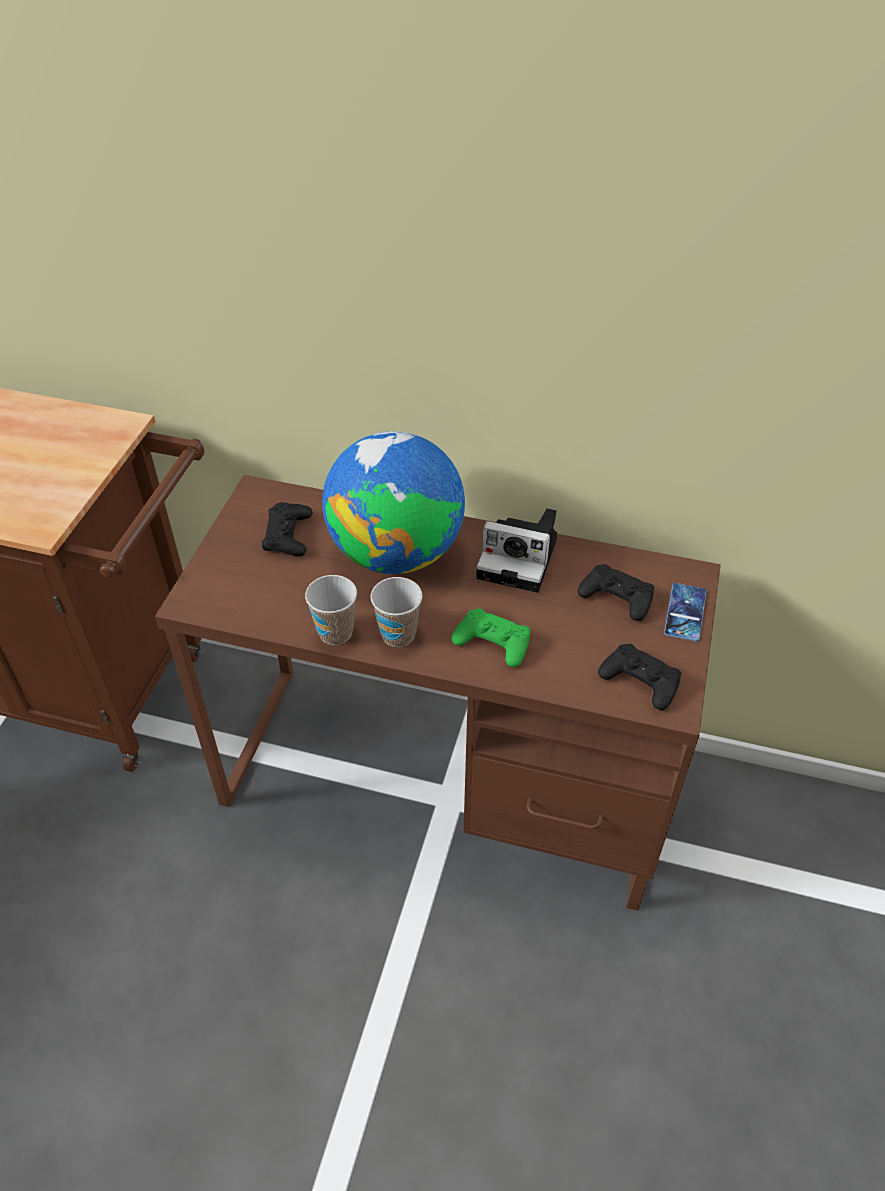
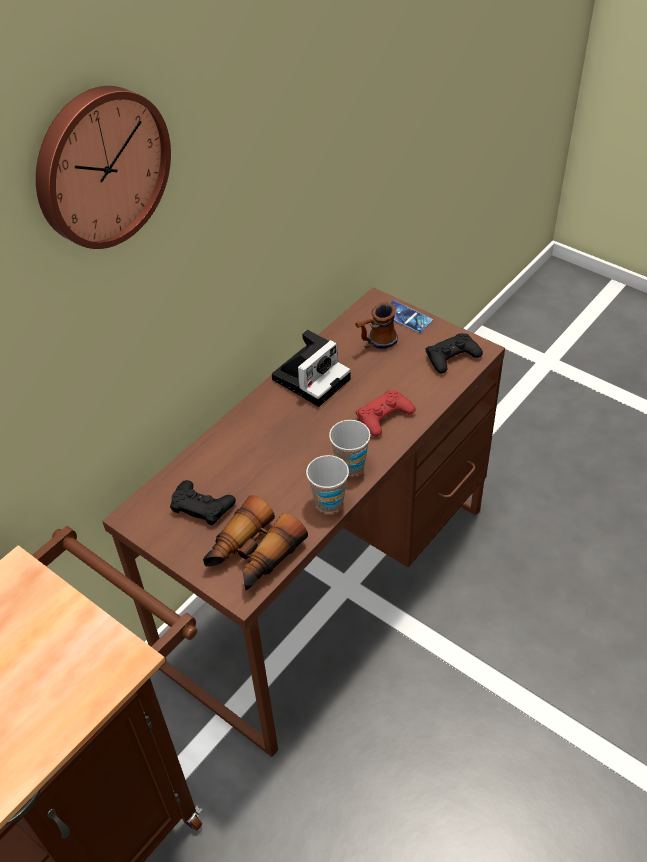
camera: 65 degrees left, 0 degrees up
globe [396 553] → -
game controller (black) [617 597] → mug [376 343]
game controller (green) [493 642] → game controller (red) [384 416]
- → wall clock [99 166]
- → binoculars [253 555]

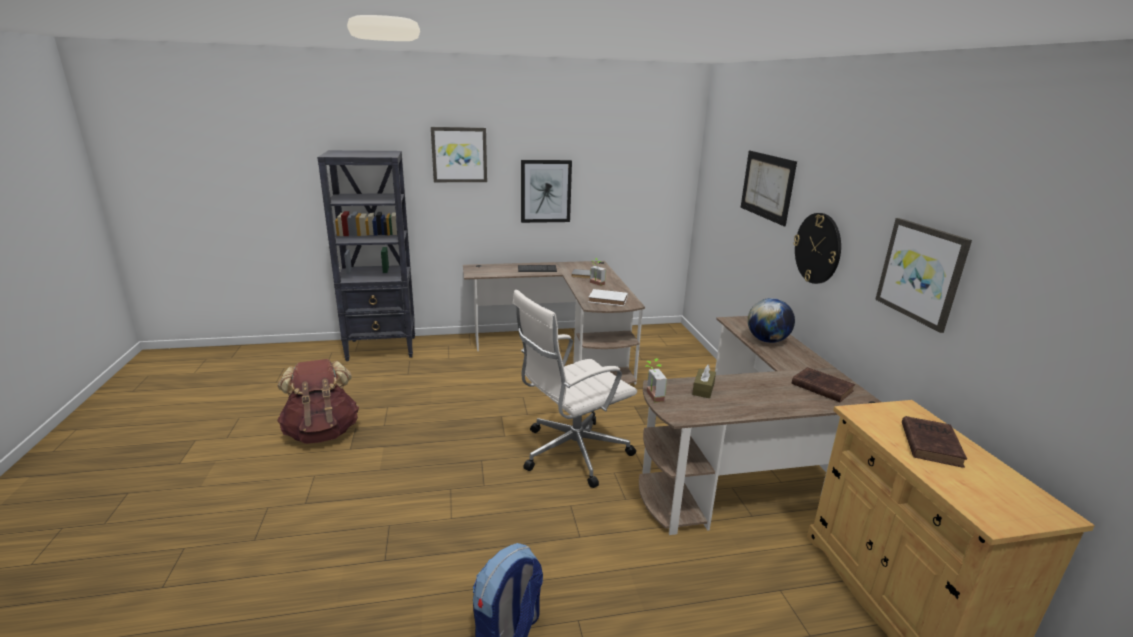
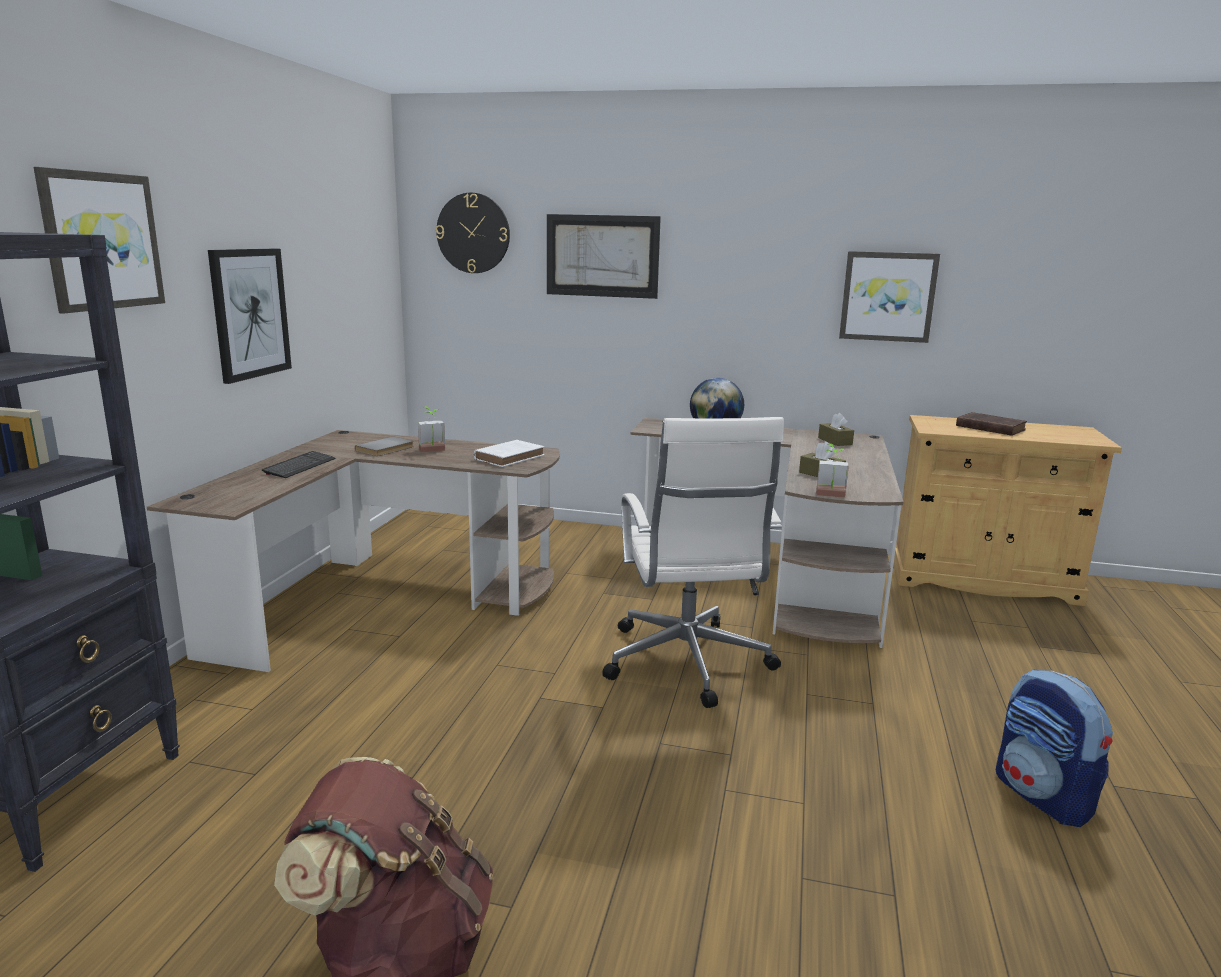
camera: 65 degrees left, 5 degrees down
wall clock [818 248] → wall clock [473 233], relocated
book (brown) [820 387] → tissue box (brown) [835 441]

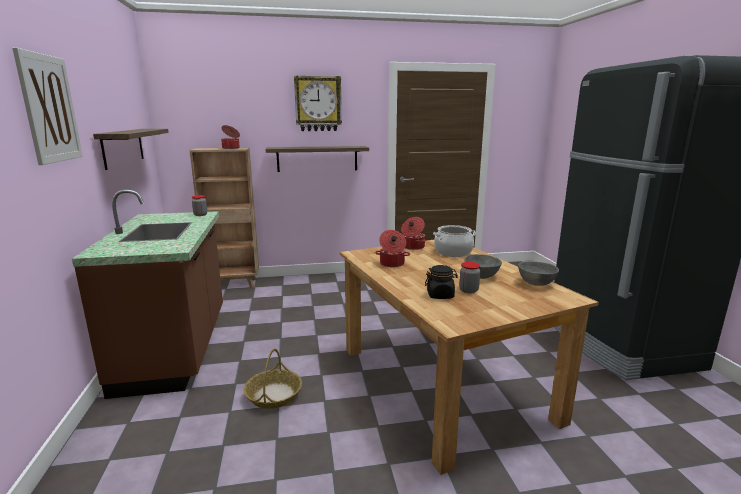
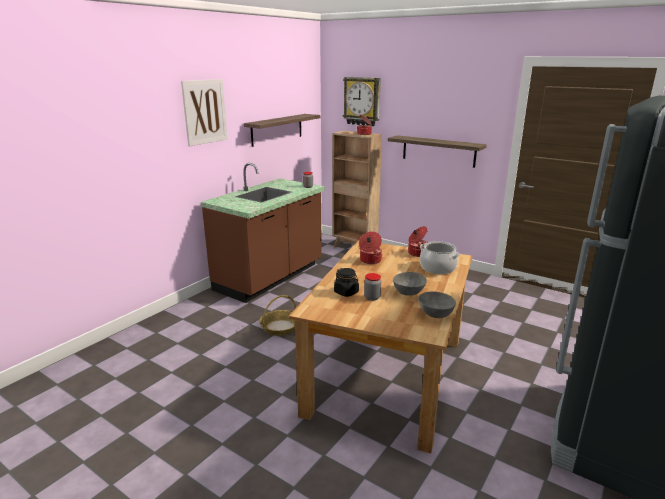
camera: 45 degrees right, 5 degrees up
wall clock [318 104] → wall clock [362 101], relocated

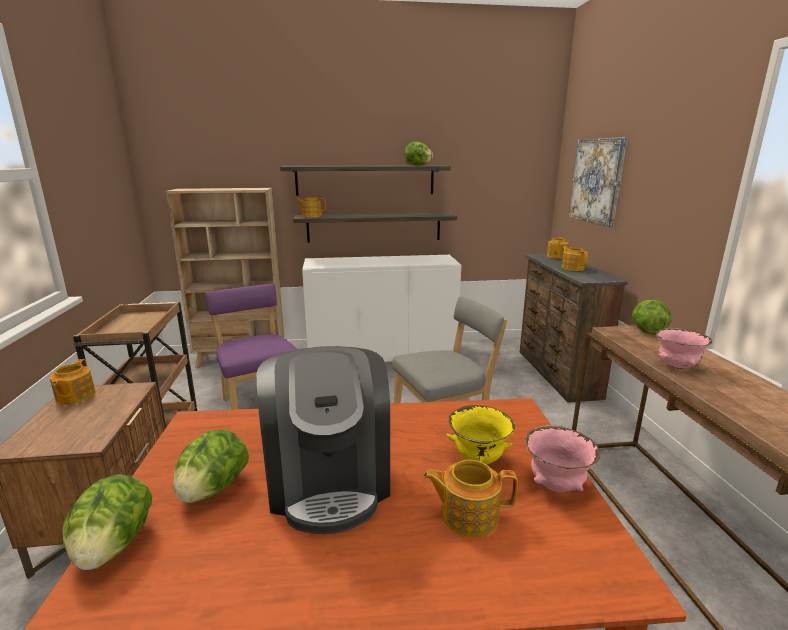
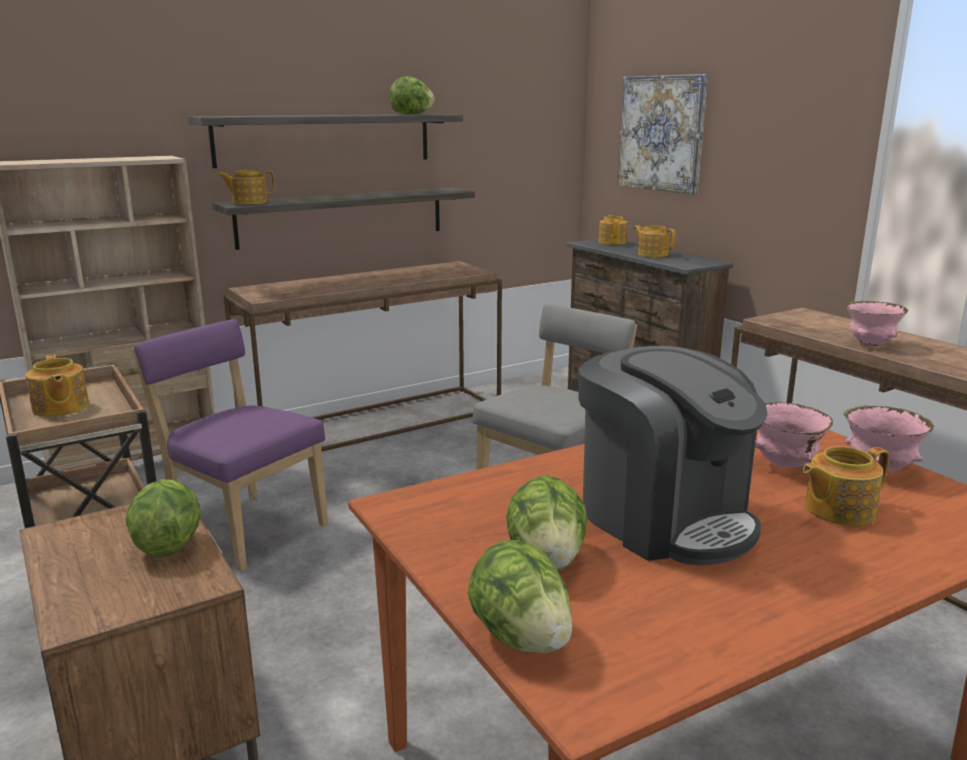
camera: 25 degrees left, 0 degrees up
cabinet (white) [381 354] → console table (brown) [375 423]
lettuce [646 331] → lettuce [167 545], relocated
teapot [74 396] → teapot [60 408], relocated
bowl (yellow) [478 459] → bowl (pink) [784 465]

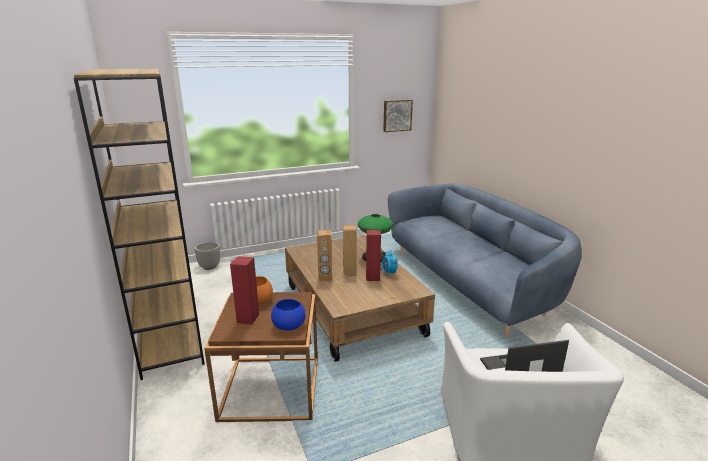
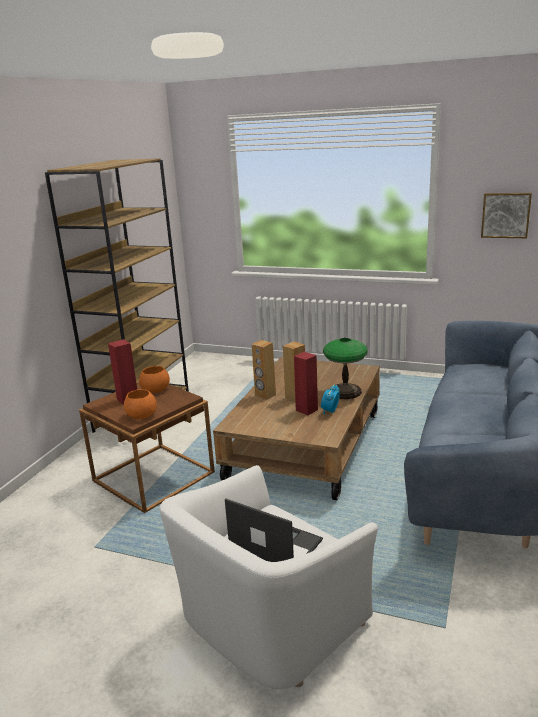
camera: 45 degrees right, 0 degrees up
planter [209 267] → -
bowl (blue) [289 325] → bowl (orange) [142 415]

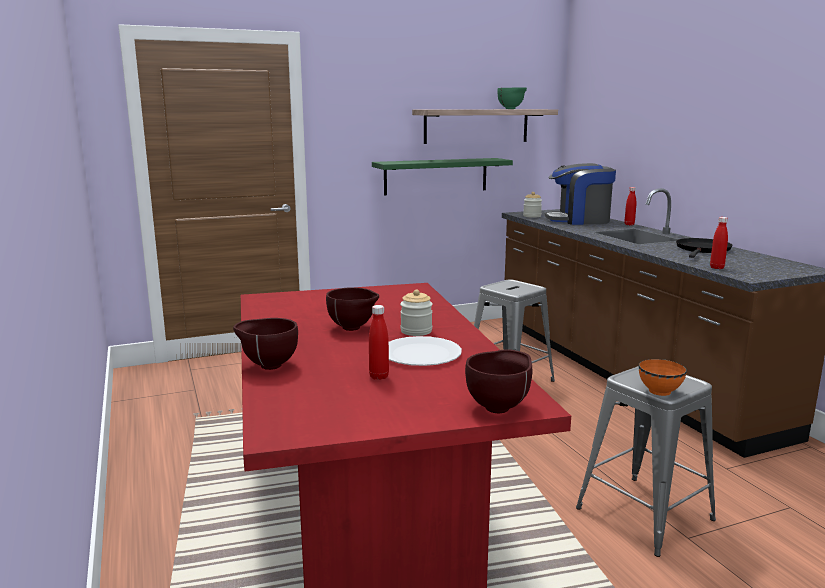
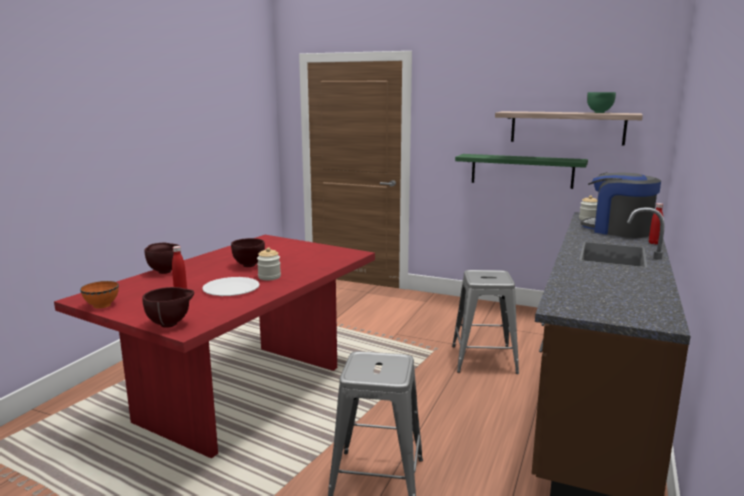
camera: 45 degrees right, 0 degrees up
bottle (red) [716 268] → -
frying pan (black) [702 250] → -
bowl (orange) [659 391] → bowl (orange) [101 305], relocated

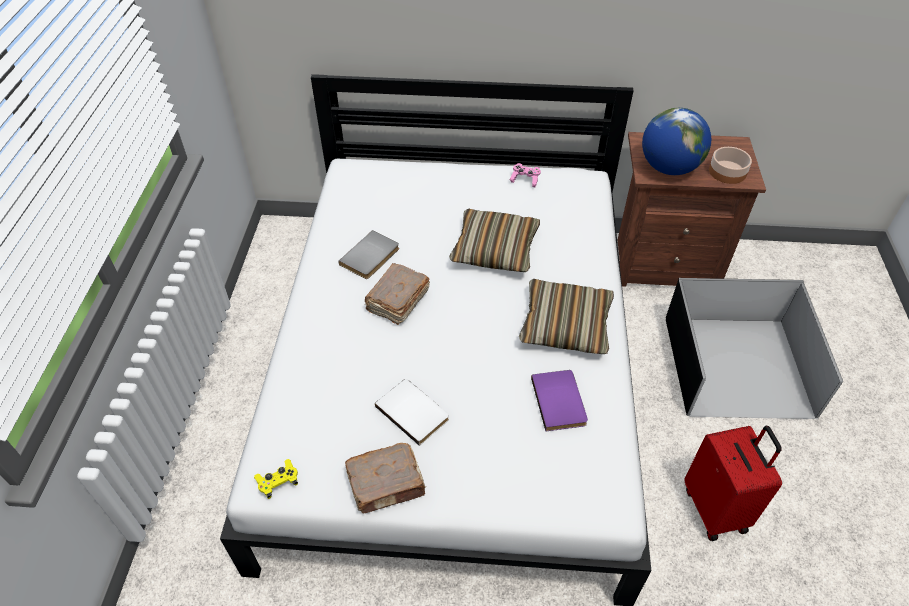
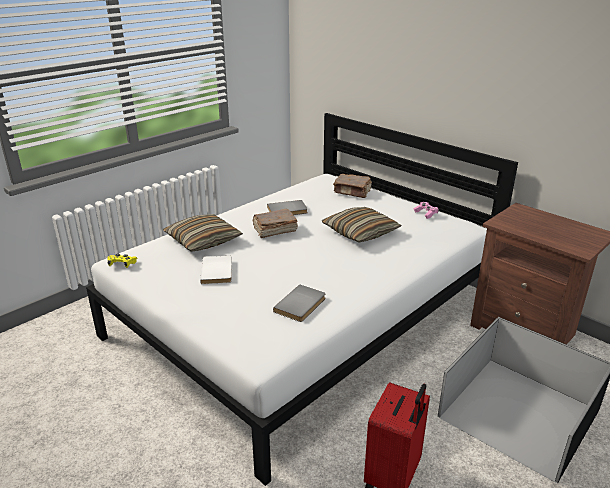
camera: 40 degrees right, 20 degrees down
globe [669 168] → -
bowl [727 172] → -
pillow [565 325] → pillow [203 240], relocated
book (purple) [560 401] → book (grey) [301 305]
book (brown) [387 484] → book (brown) [352 192], relocated

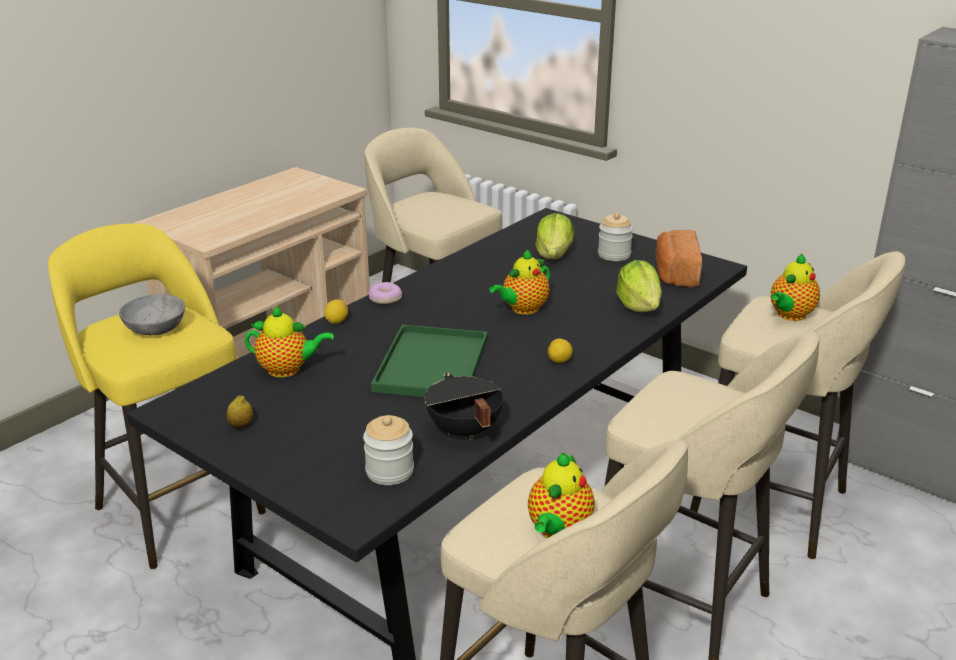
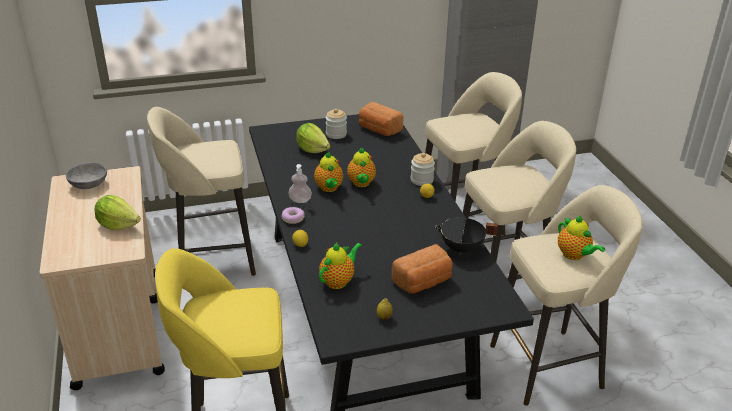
camera: 55 degrees left, 5 degrees up
teapot [790 315] → teapot [329 188], relocated
lettuce [639 306] → lettuce [118 225], relocated
bowl (grey) [155 328] → bowl (grey) [88 184], relocated
tray (green) [433 366] → -
jar [389 471] → jar [421 180], relocated
- → soap dispenser [300 200]
- → bread [423 282]

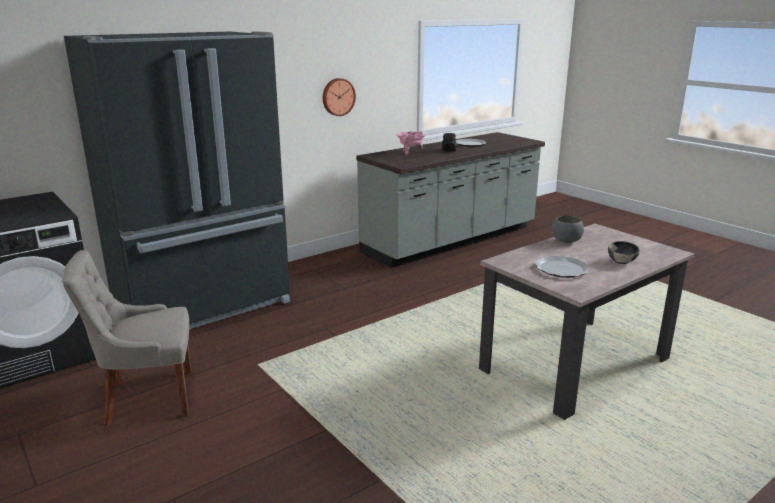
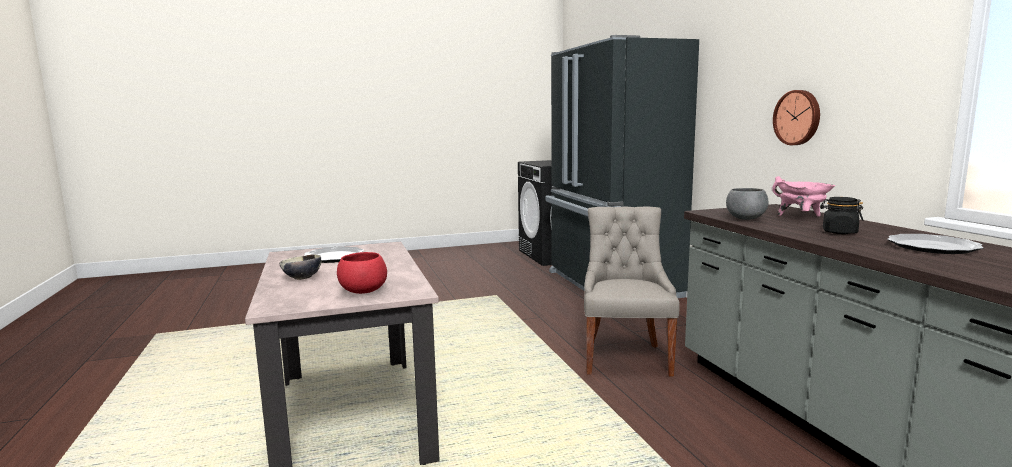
camera: 110 degrees right, 10 degrees down
bowl (grey) [566 241] → bowl (grey) [746 219], relocated
chair (grey) [147 398] → chair (grey) [625 358], relocated
- → bowl (red) [363 292]

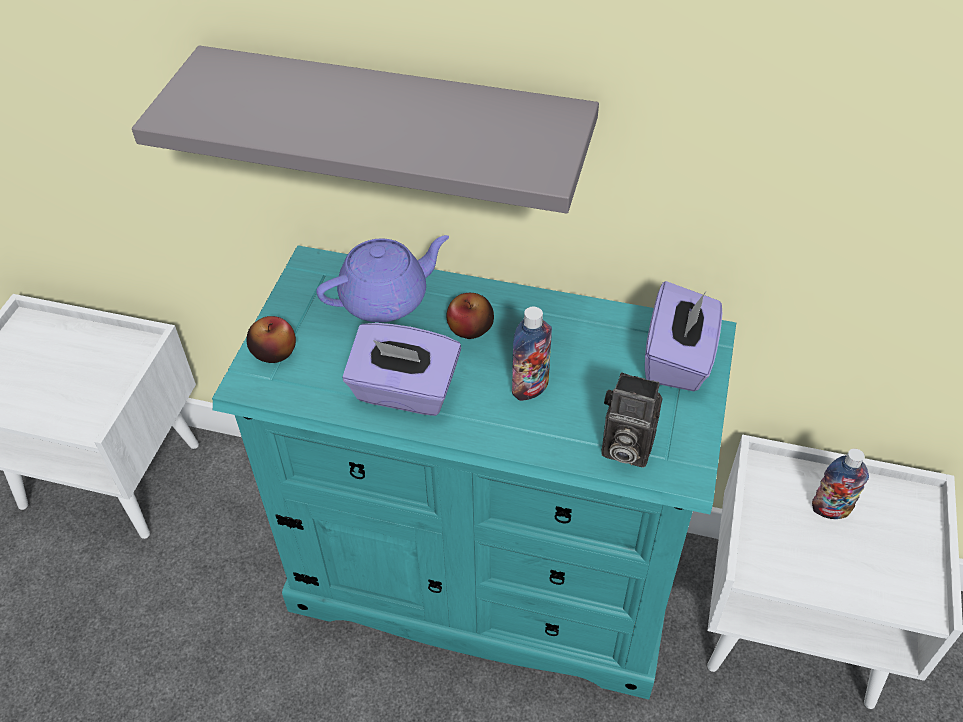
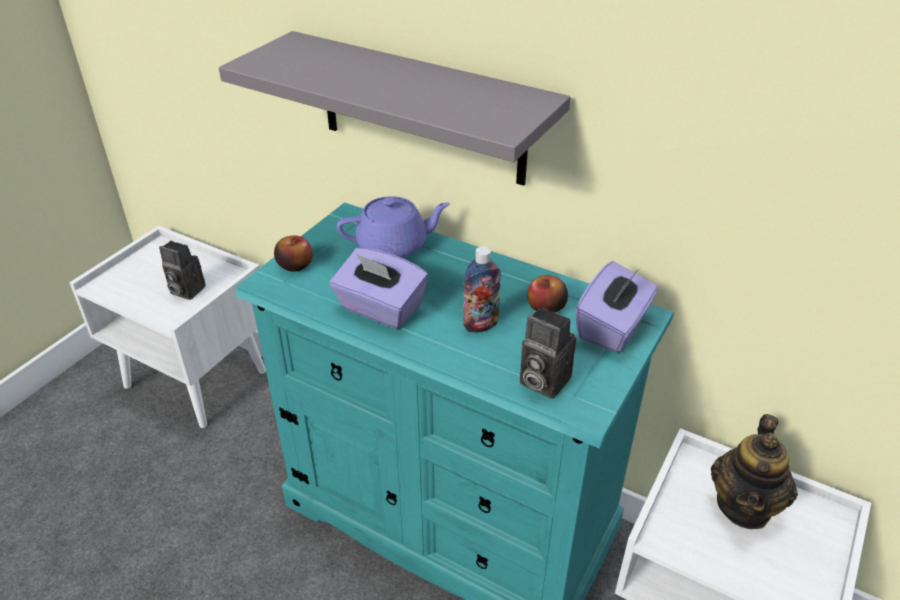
camera: 15 degrees right, 10 degrees down
apple [470 328] → apple [546 307], relocated
bottle [830 510] → teapot [744 506]
- → photo camera [185 290]

